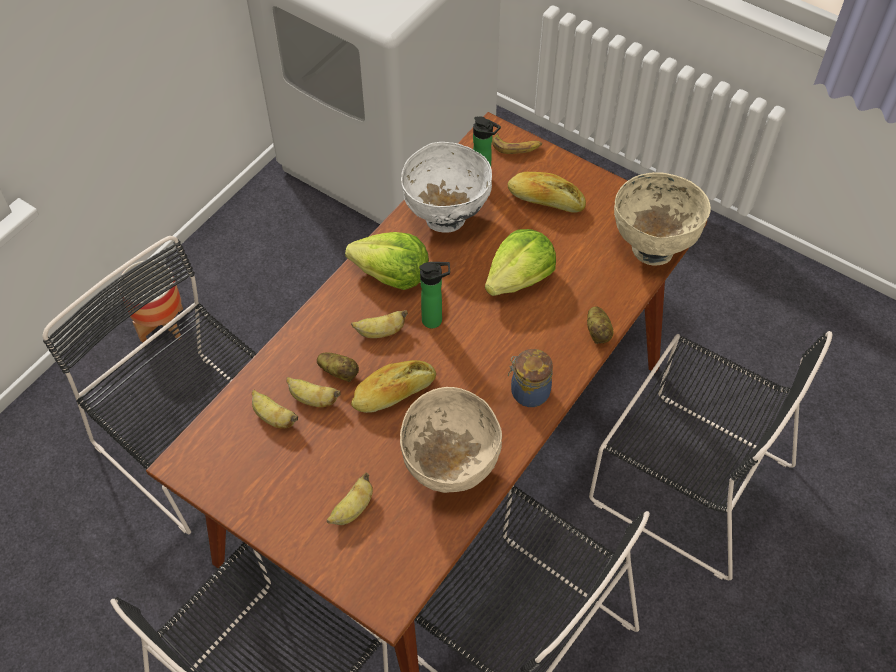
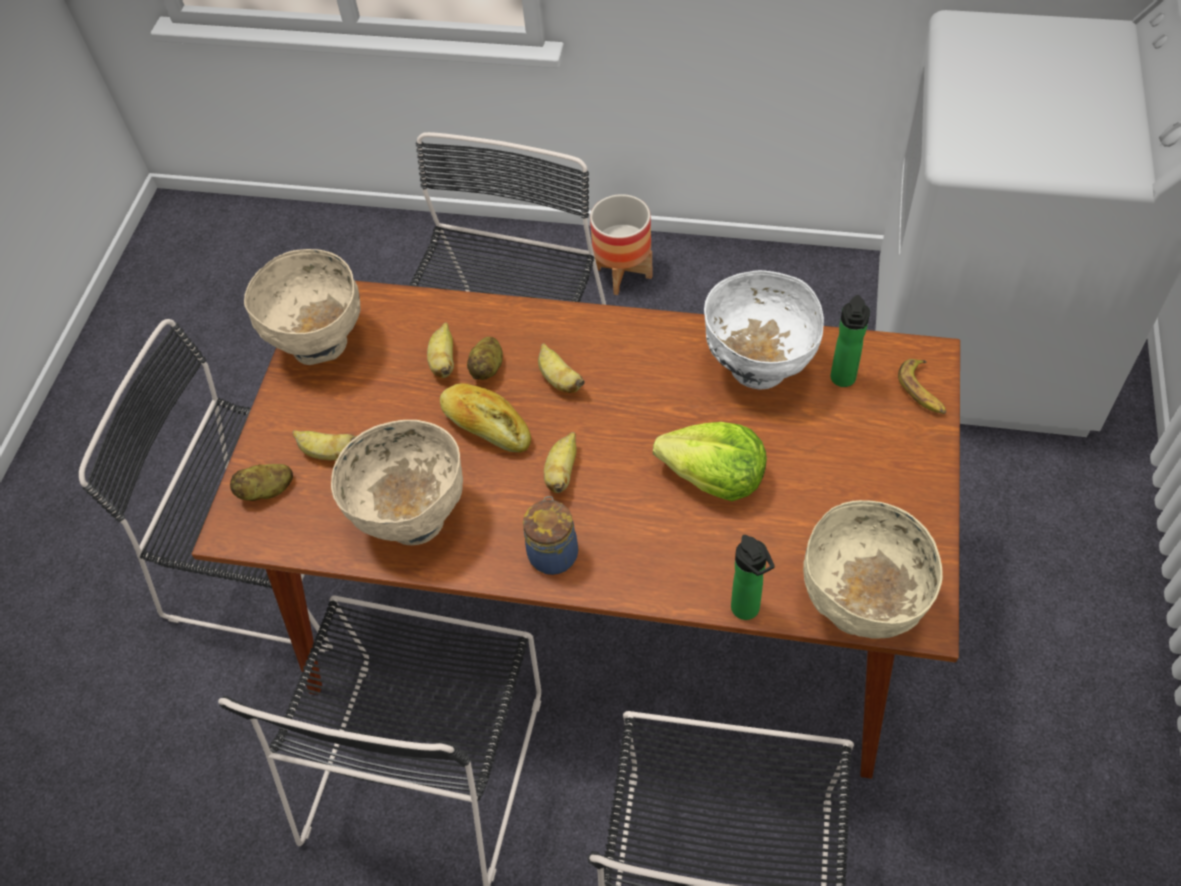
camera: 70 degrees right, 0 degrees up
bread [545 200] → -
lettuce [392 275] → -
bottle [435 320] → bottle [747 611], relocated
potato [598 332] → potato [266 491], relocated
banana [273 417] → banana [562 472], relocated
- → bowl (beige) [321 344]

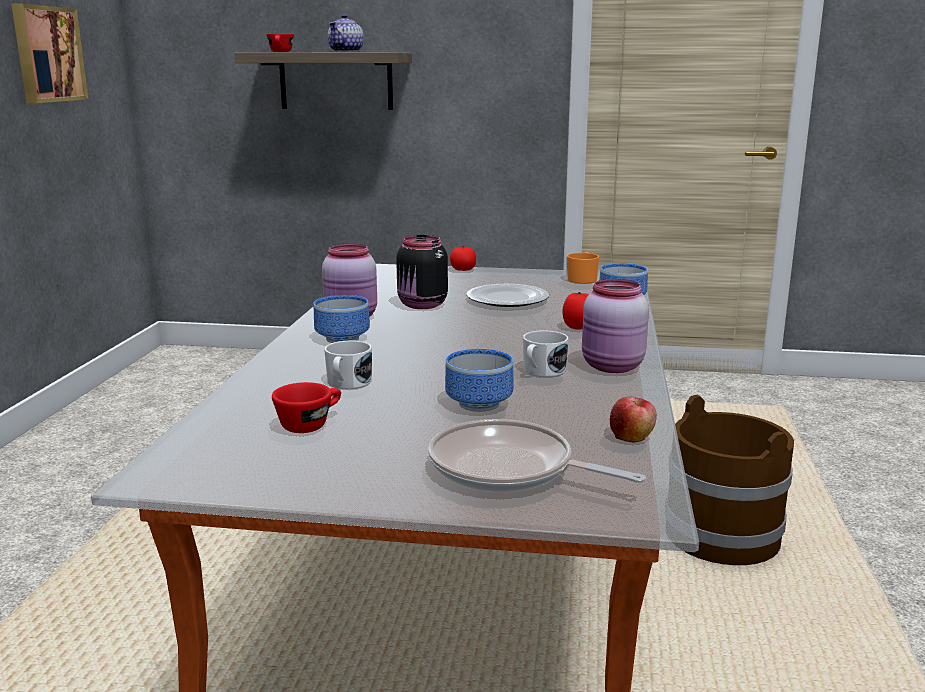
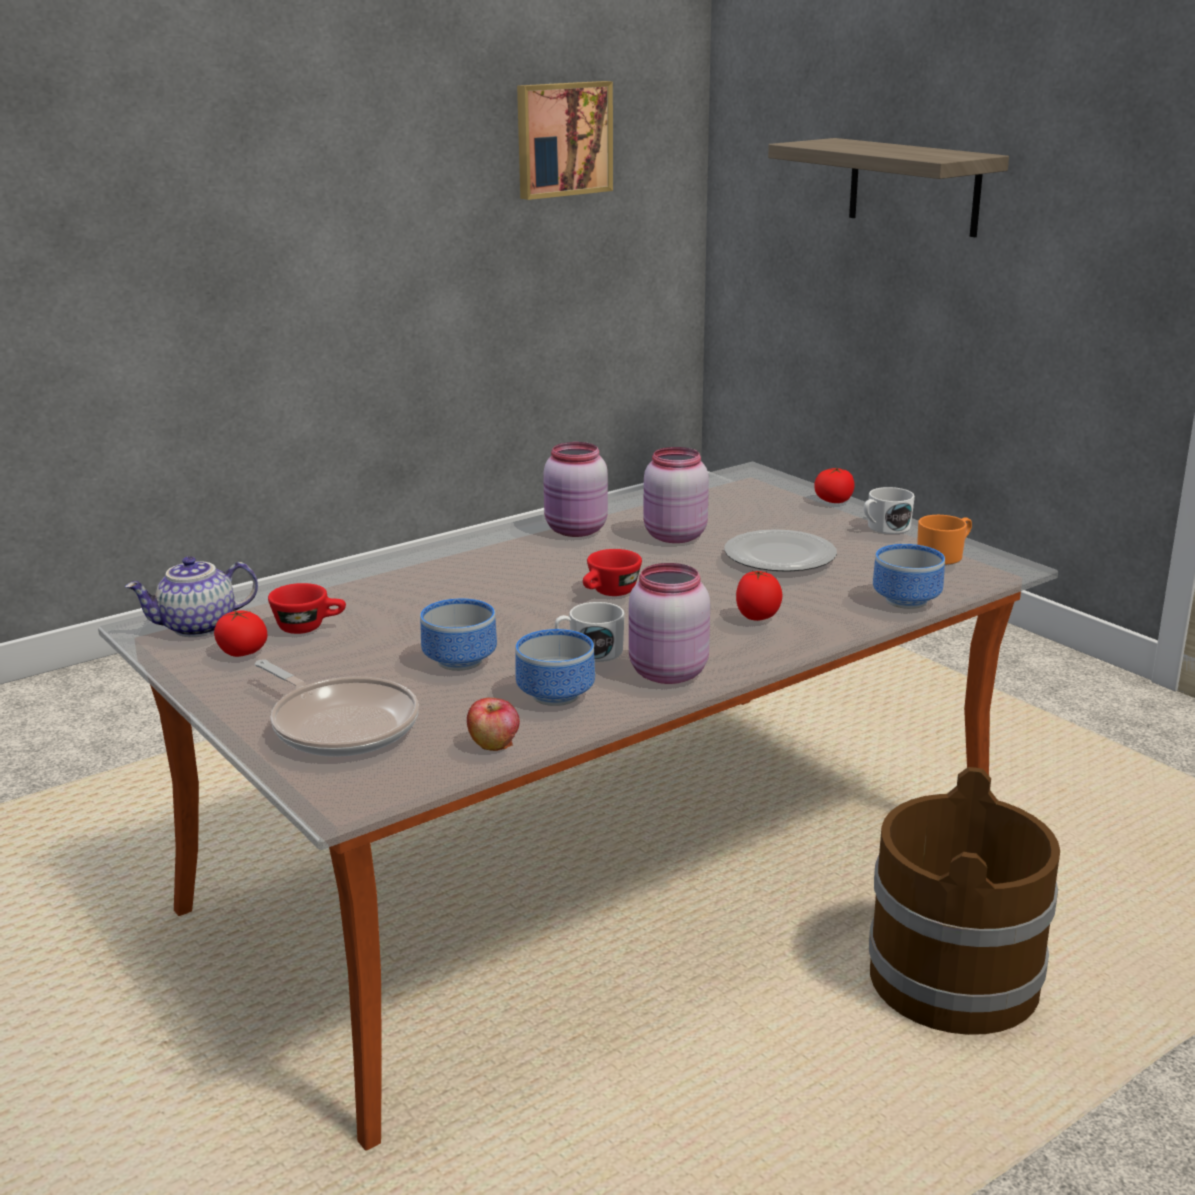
camera: 45 degrees right, 5 degrees up
teapot [346 52] → teapot [197 628], relocated
cup (red) [281 52] → cup (red) [609 593], relocated
jar (black) [422 305] → jar (pink) [673 536]
bowl [341 338] → bowl [556 693], relocated
mug (white) [347 384] → mug (white) [884 528], relocated
frying pan [508 469] → frying pan [340 724], 150 degrees clockwise
- → tomato [242 652]

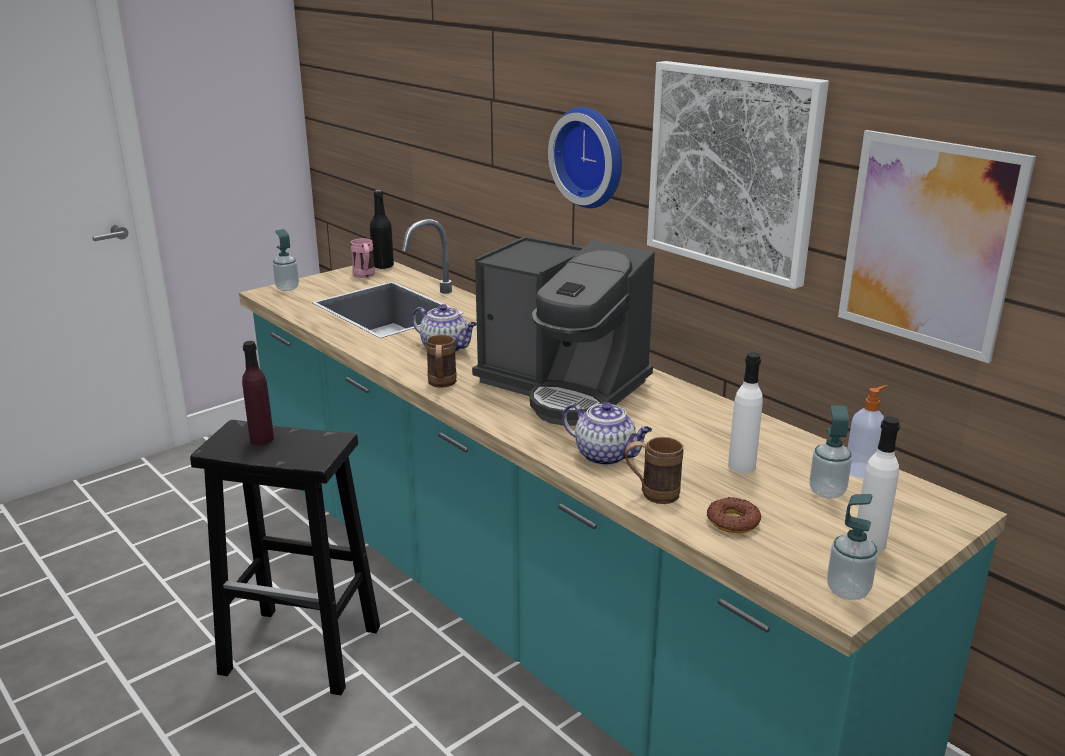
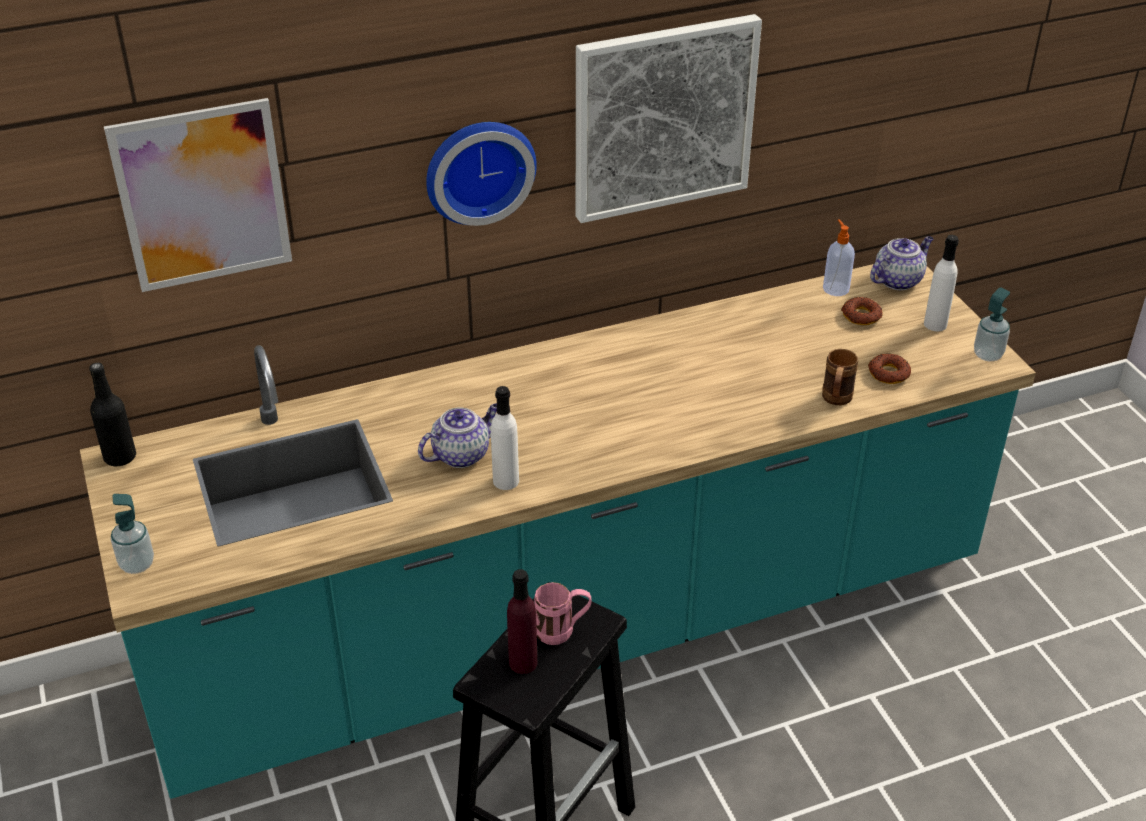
camera: 70 degrees left, 15 degrees up
picture [928 244] → picture [202 196], relocated
coffee machine [563 387] → -
mug (pink) [365 276] → mug (pink) [563 632], relocated
mug (brown) [441 384] → -
bottle (white) [741 466] → bottle (white) [506 481], relocated
teapot [606 456] → teapot [898 280], relocated
soap dispenser [827 492] → donut [861 316]

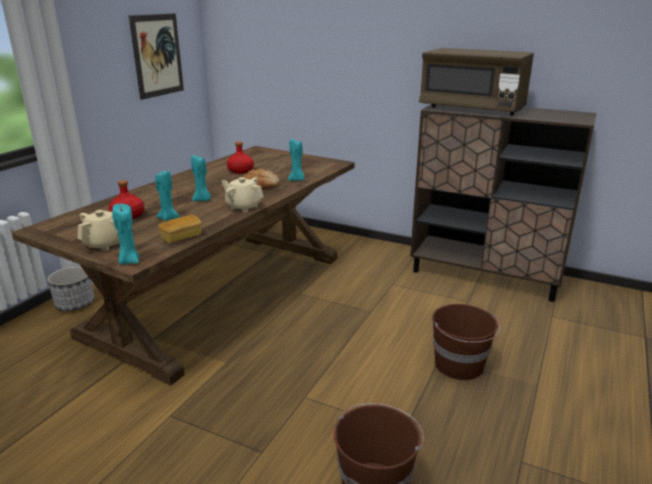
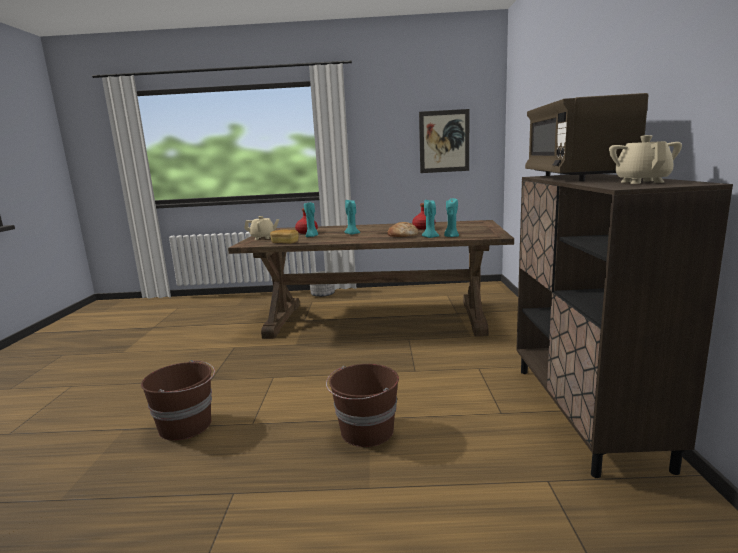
camera: 65 degrees right, 10 degrees down
teapot (beige) [243 207] → teapot (beige) [641 182], relocated
candle (turquoise) [129 261] → candle (turquoise) [451 236], relocated

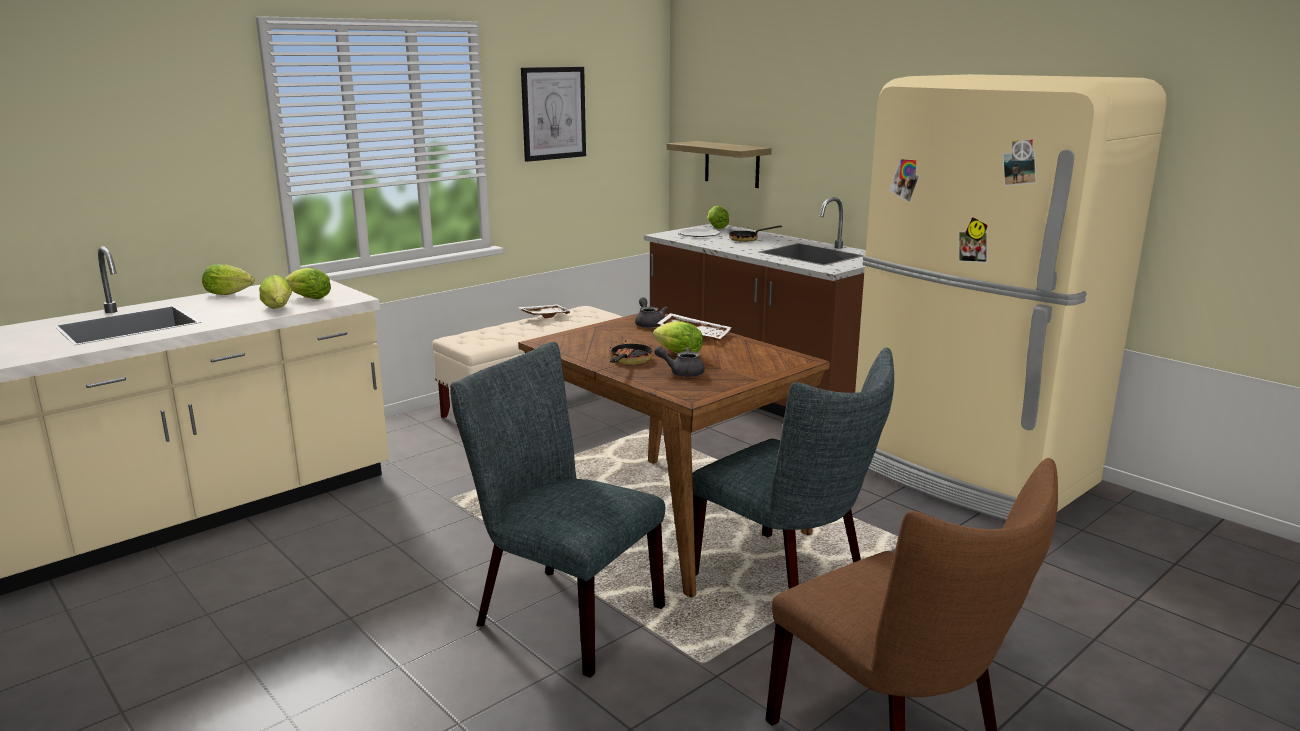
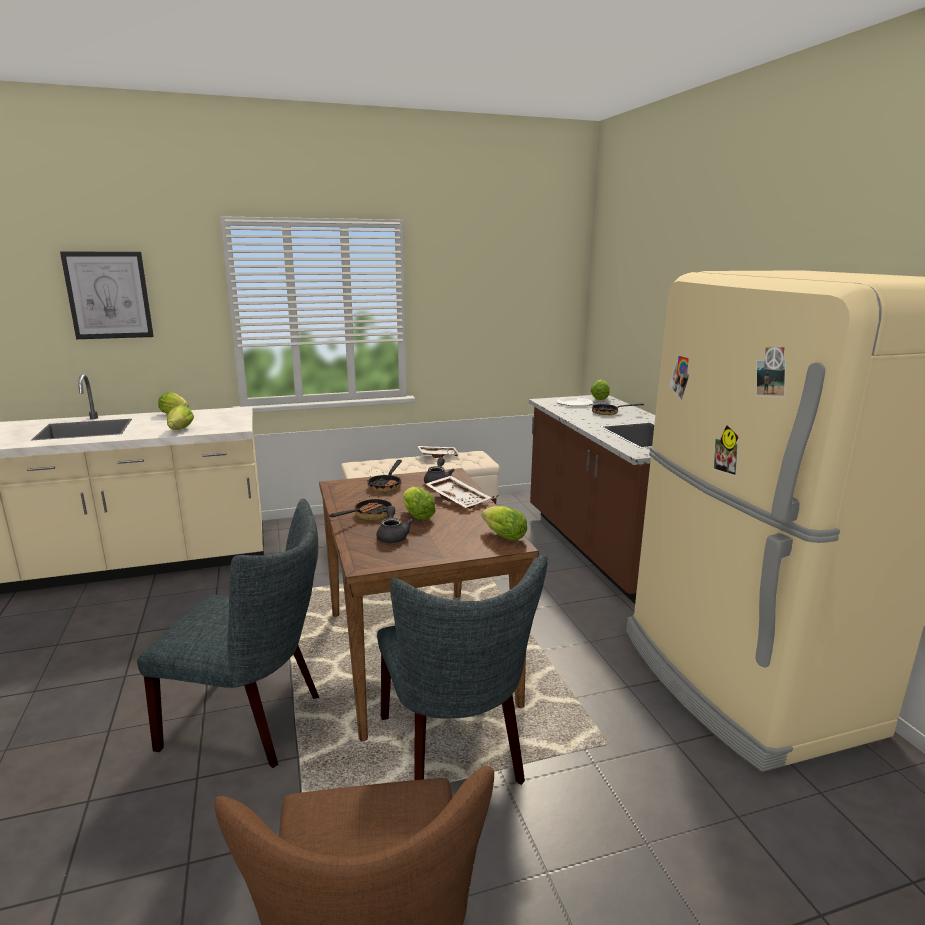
camera: 25 degrees right, 0 degrees up
picture [553 113] → picture [109 295], relocated
shelf [732 164] → -
lettuce [307 298] → lettuce [501 536], relocated
chair (grey) [559 614] → chair (grey) [252 721], 135 degrees clockwise
teapot (grey) [682 372] → teapot (grey) [392 536], 45 degrees clockwise
- → frying pan [387 485]

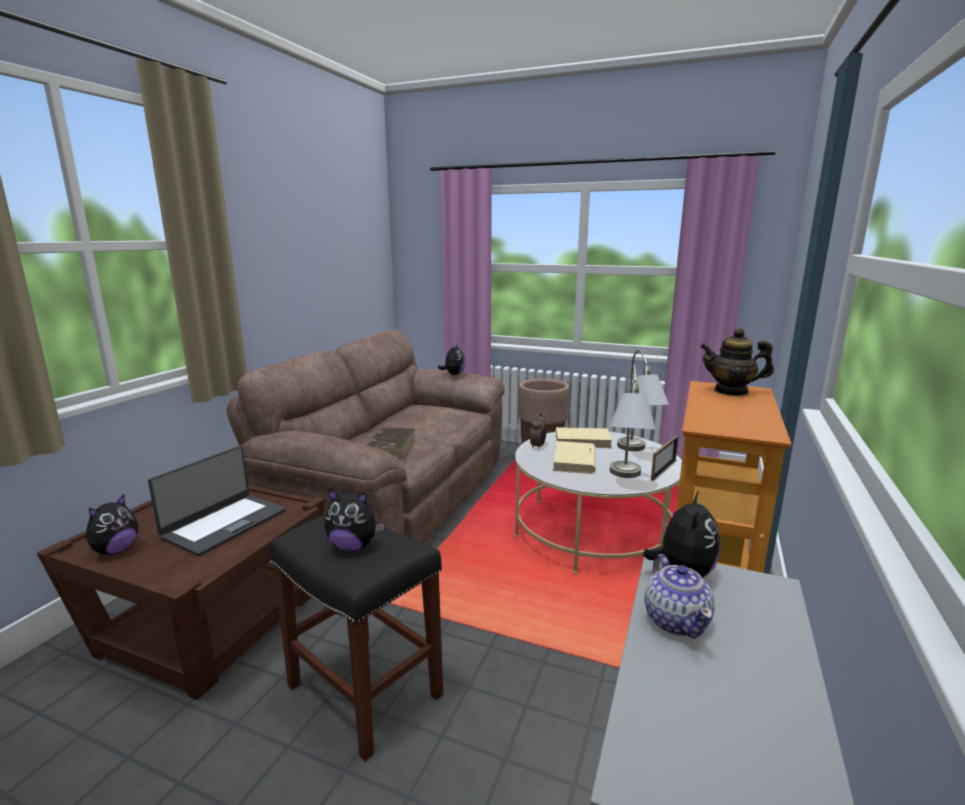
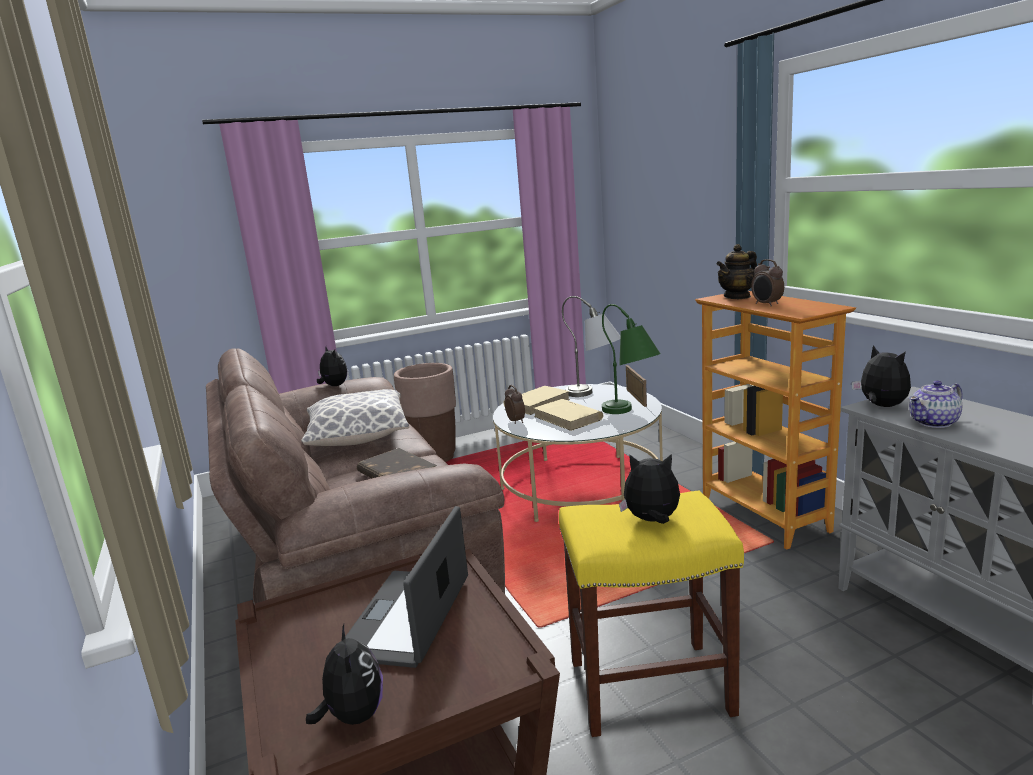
camera: 45 degrees left, 0 degrees up
table lamp (grey) [625 480] → table lamp (green) [631 413]
laptop [224 523] → laptop [408 617], 150 degrees counterclockwise
plush toy [353 546] → plush toy [652 521], 135 degrees counterclockwise
stool (black) [362 690] → stool (yellow) [647 687]
teapot [676 621] → teapot [934 422], 120 degrees clockwise
- → alarm clock [766 304]
- → pillow [358 437]

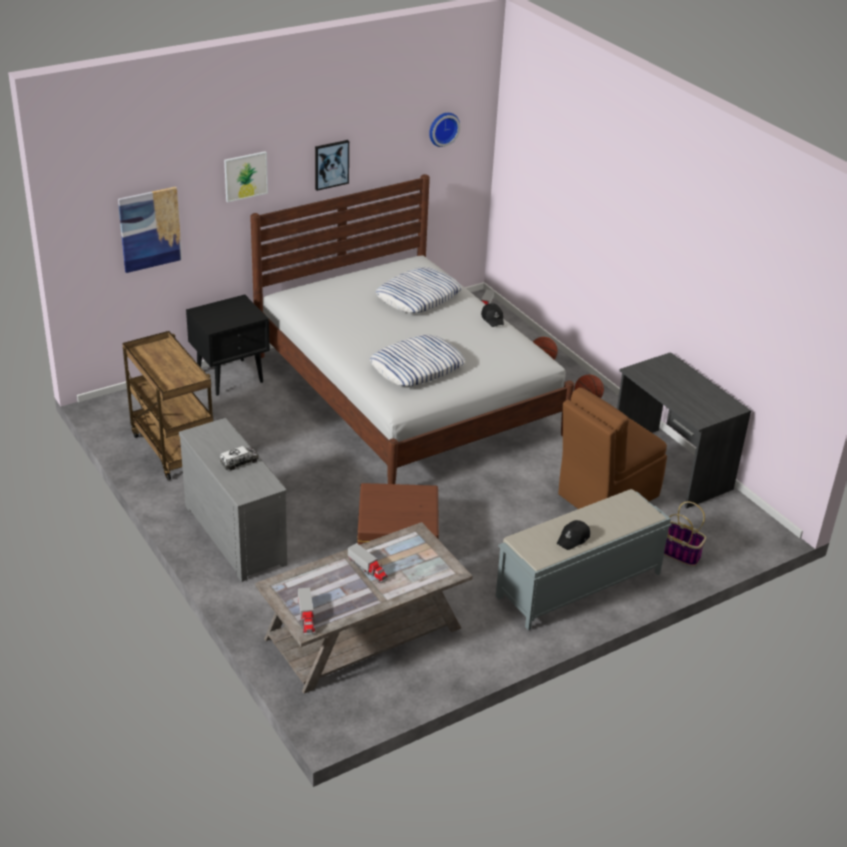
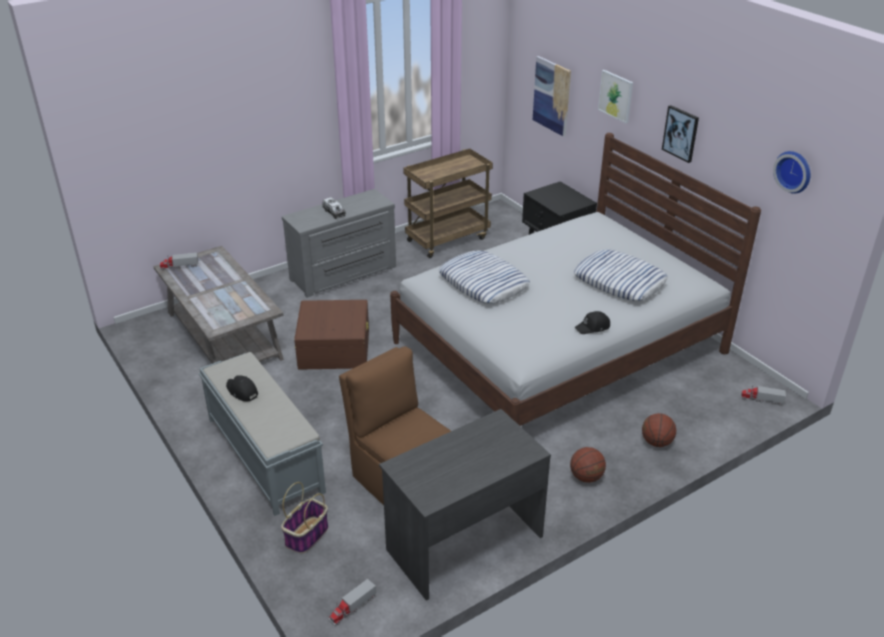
camera: 90 degrees right, 0 degrees up
toy truck [368 569] → toy truck [352 607], relocated

